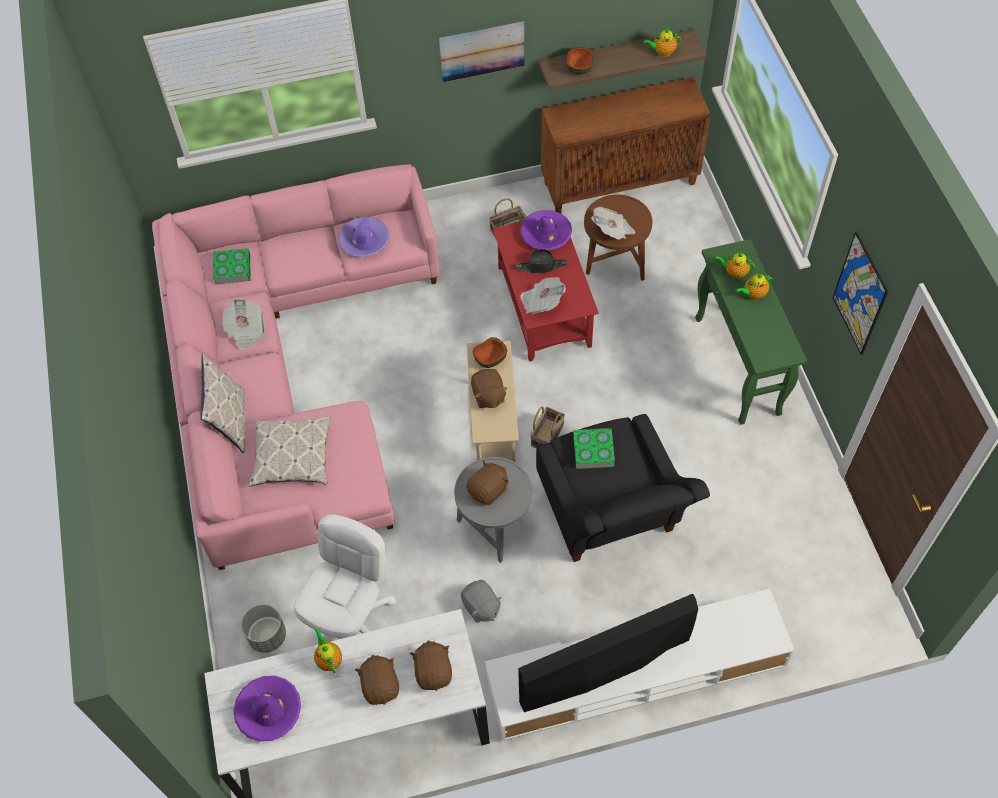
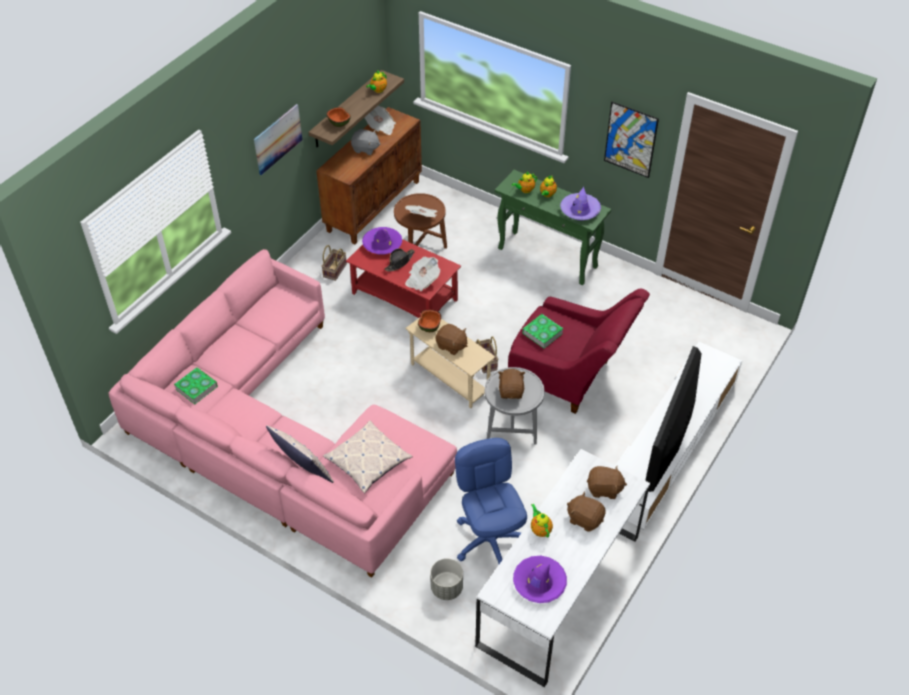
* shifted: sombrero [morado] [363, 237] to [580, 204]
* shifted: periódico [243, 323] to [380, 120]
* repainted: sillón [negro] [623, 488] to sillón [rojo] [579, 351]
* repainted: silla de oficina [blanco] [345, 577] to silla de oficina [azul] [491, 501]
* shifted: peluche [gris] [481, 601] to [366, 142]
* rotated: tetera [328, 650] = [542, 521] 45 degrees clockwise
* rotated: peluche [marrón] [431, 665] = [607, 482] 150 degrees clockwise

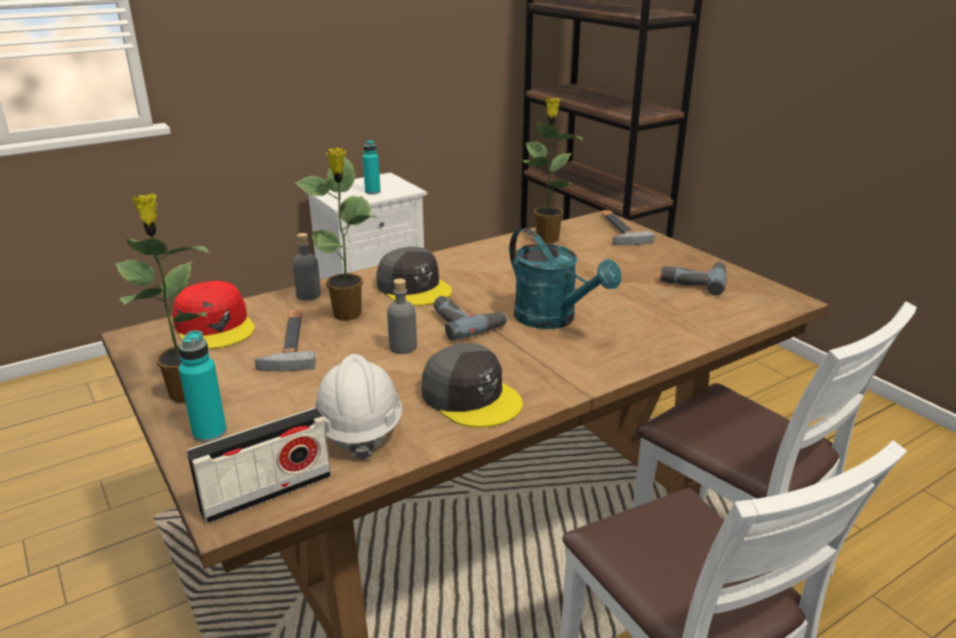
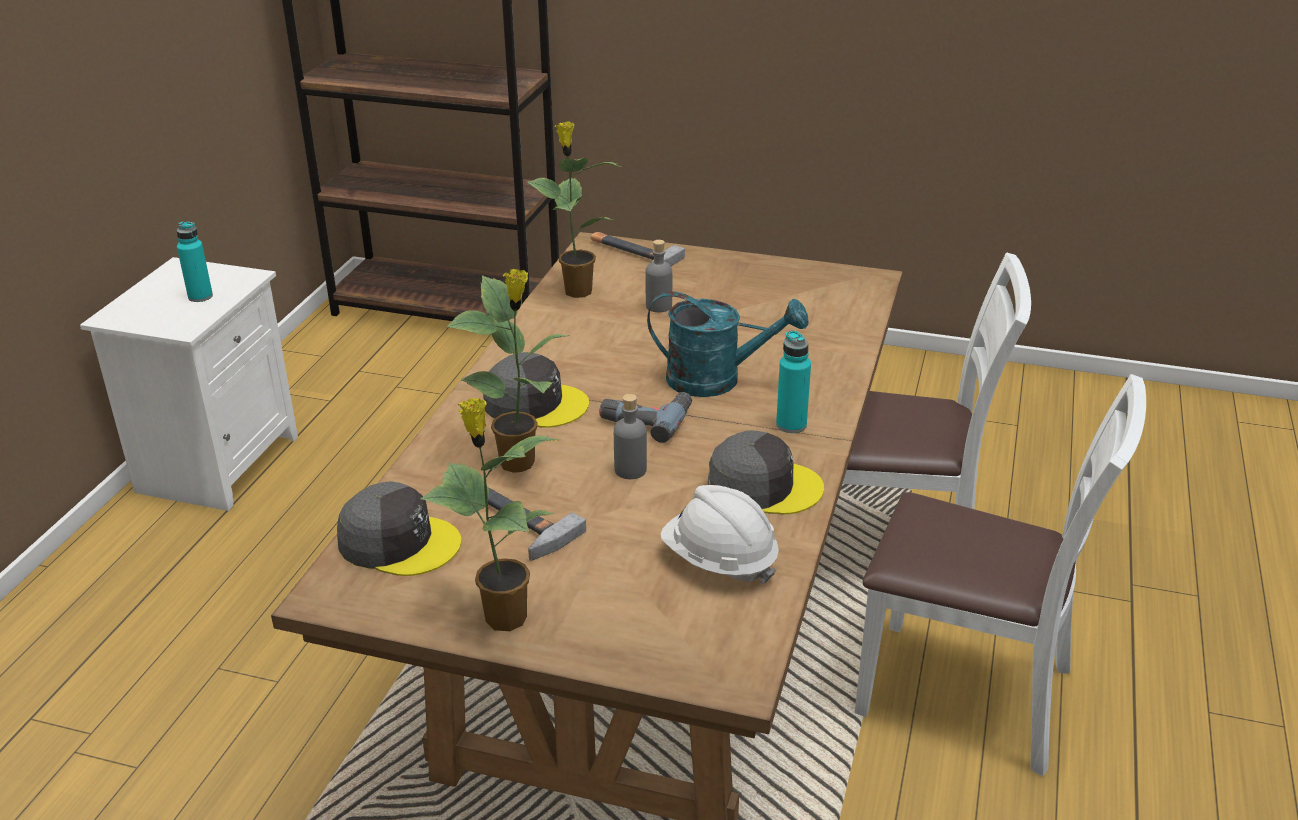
* shifted: botella [gris] [306, 267] to [658, 276]
* gone: taladro [693, 279]
* repainted: gorra [rojo] [213, 315] to gorra [gris] [399, 528]
* shifted: botella [turquesa] [203, 386] to [793, 381]
* gone: radio [259, 466]

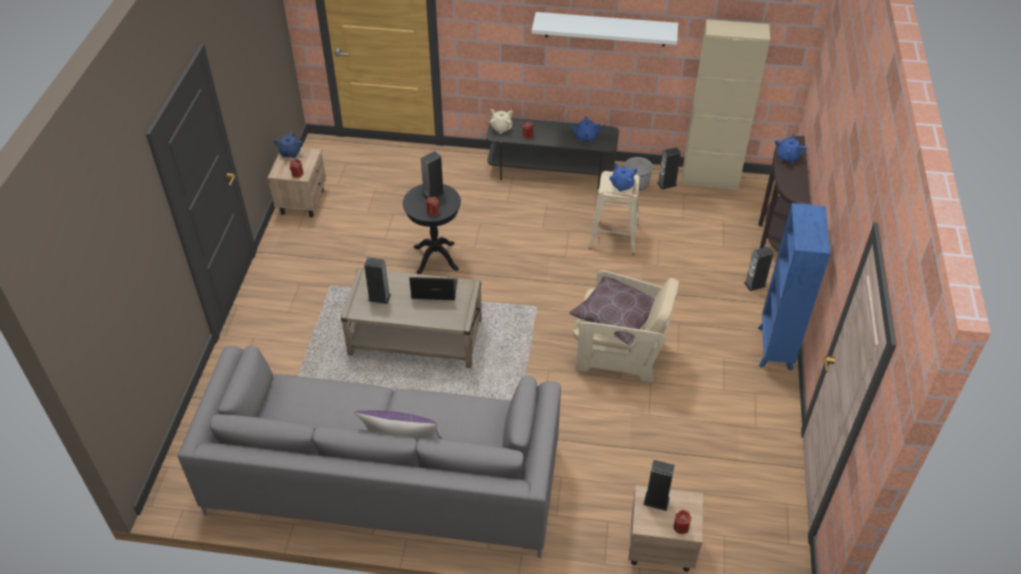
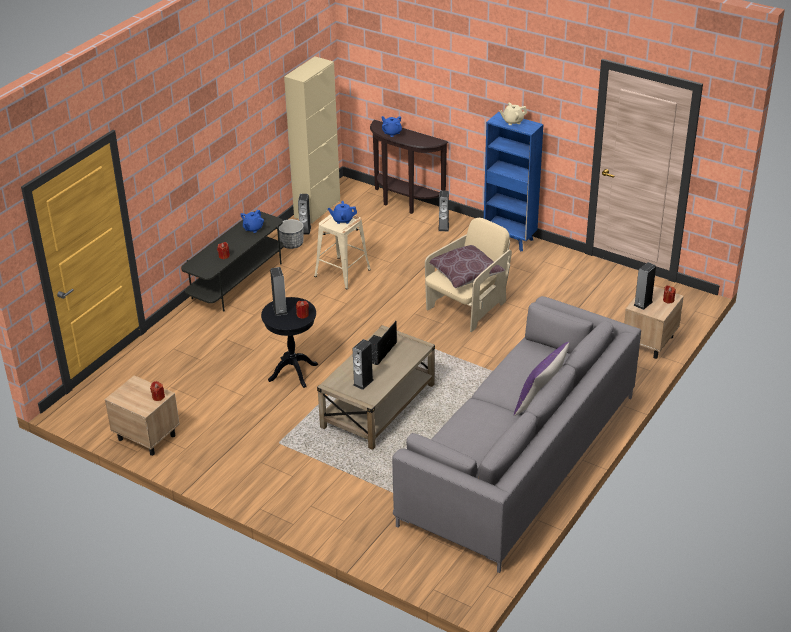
* gone: estante [blanco] [605, 29]
* shifted: tetera [beis] [501, 121] to [513, 114]
* gone: tetera [azul] [288, 145]

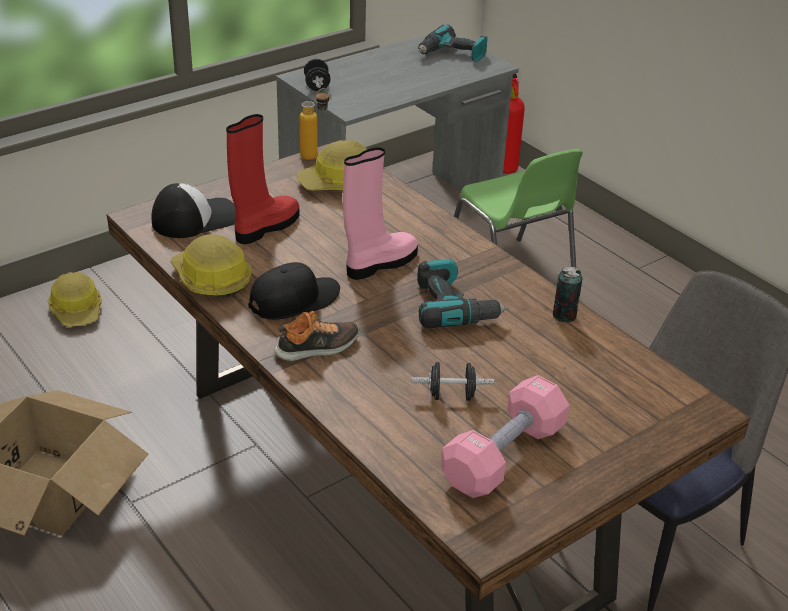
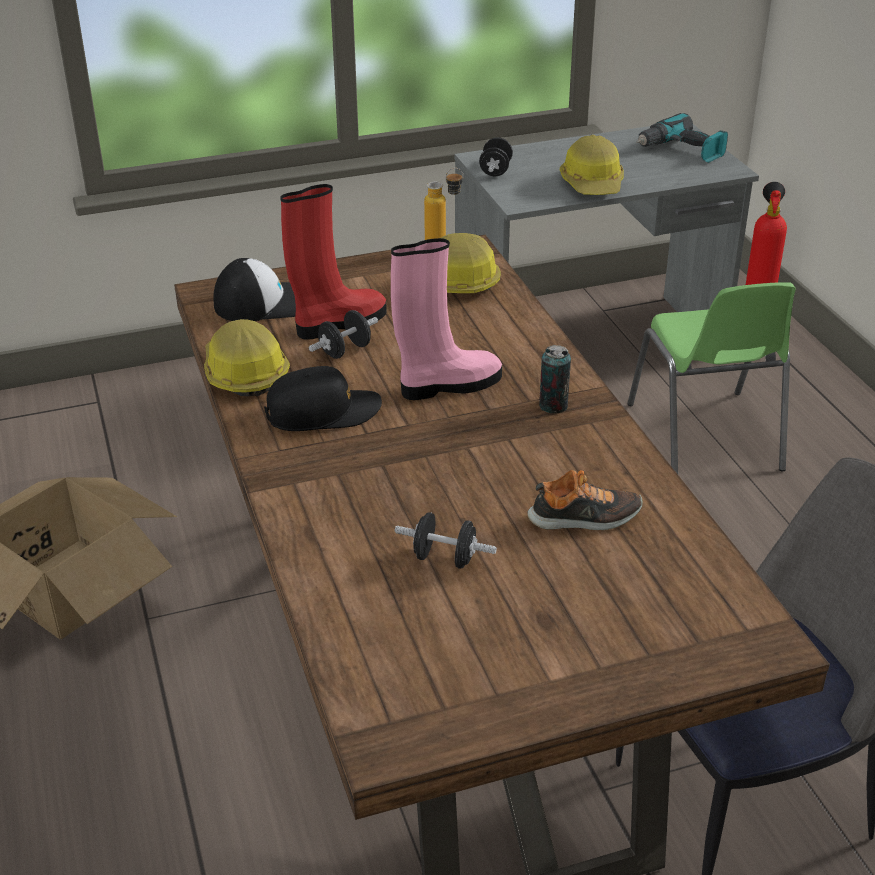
* gone: taladro [463, 293]
* shifted: lata [567, 294] to [555, 379]
* shifted: casco [74, 299] to [592, 165]
* shifted: zapato [316, 336] to [585, 500]
* gone: mancuerna [rosa] [505, 436]
* new: mancuerna [negro] [343, 334]

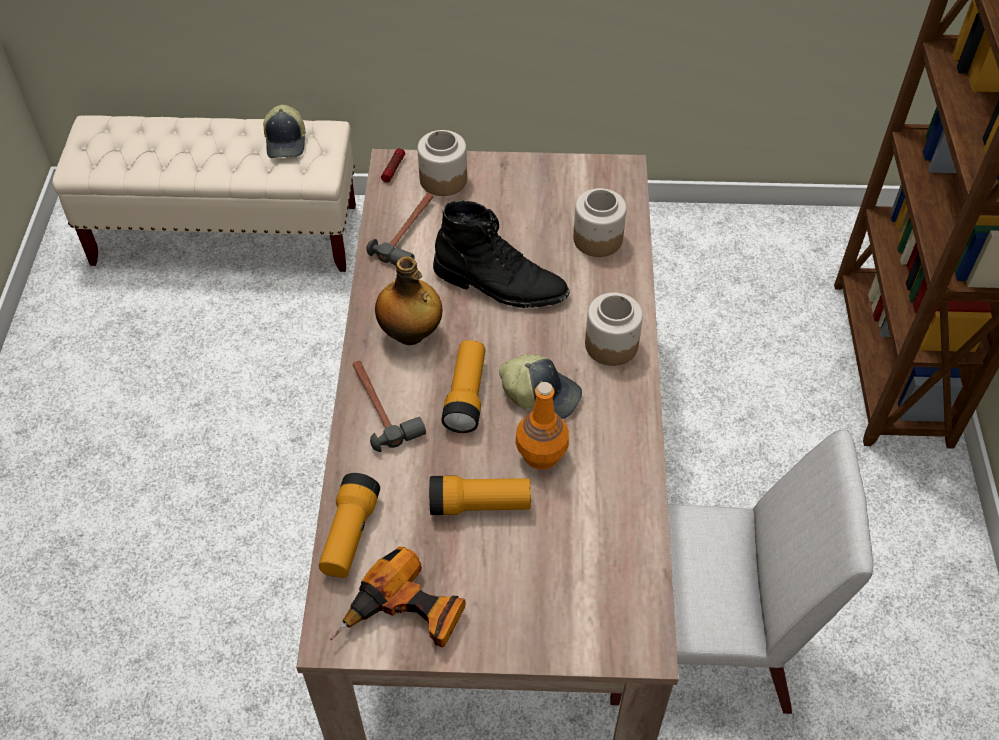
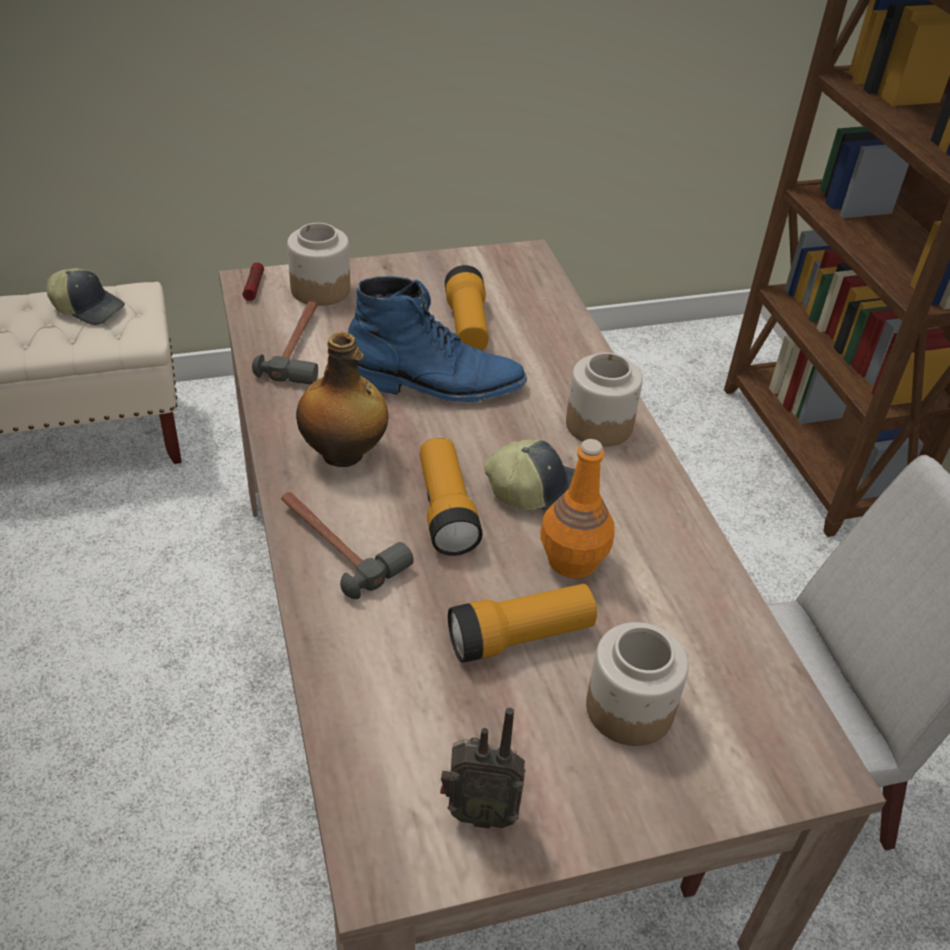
* rotated: gorra [284, 131] = [85, 296] 45 degrees counterclockwise
* shifted: tarro [600, 222] to [637, 684]
* repainted: bota [negro] [501, 254] to bota [azul] [437, 339]
* shifted: linterna [349, 525] to [466, 308]
* swapped: taladro [397, 597] to radio [483, 768]

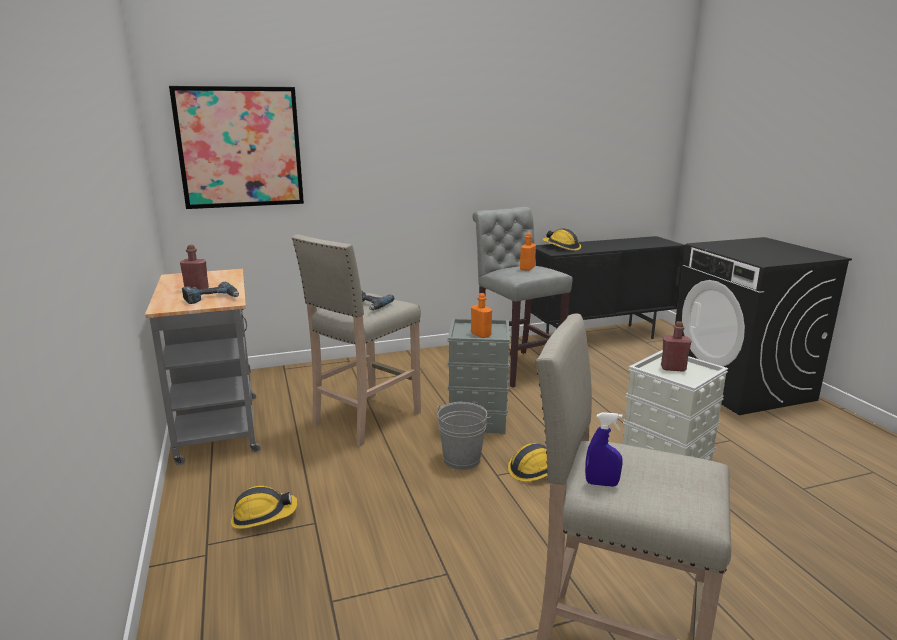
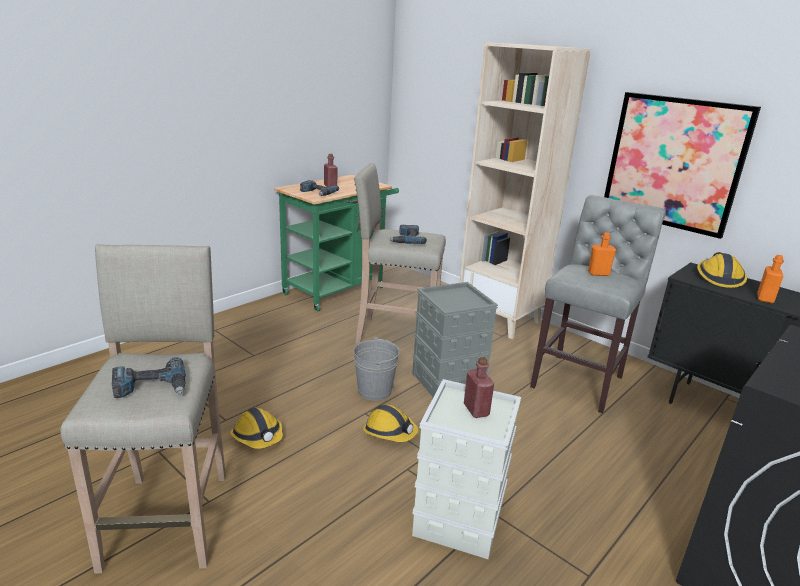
* shifted: cuadro [236, 147] to [682, 165]
* repainted: carrito [gris] [203, 367] to carrito [verde] [336, 243]
* shifted: botella [naranja] [481, 315] to [770, 279]
* gone: pulverizador [azul] [604, 449]
* shifted: casco [264, 507] to [257, 428]
* new: estantería [beis] [525, 191]
* new: taladro [149, 377]

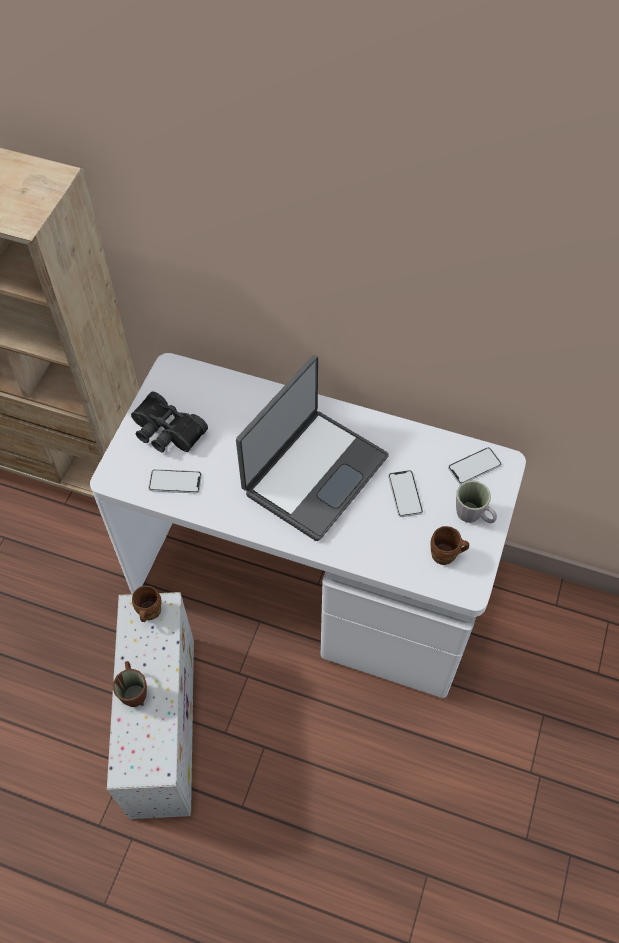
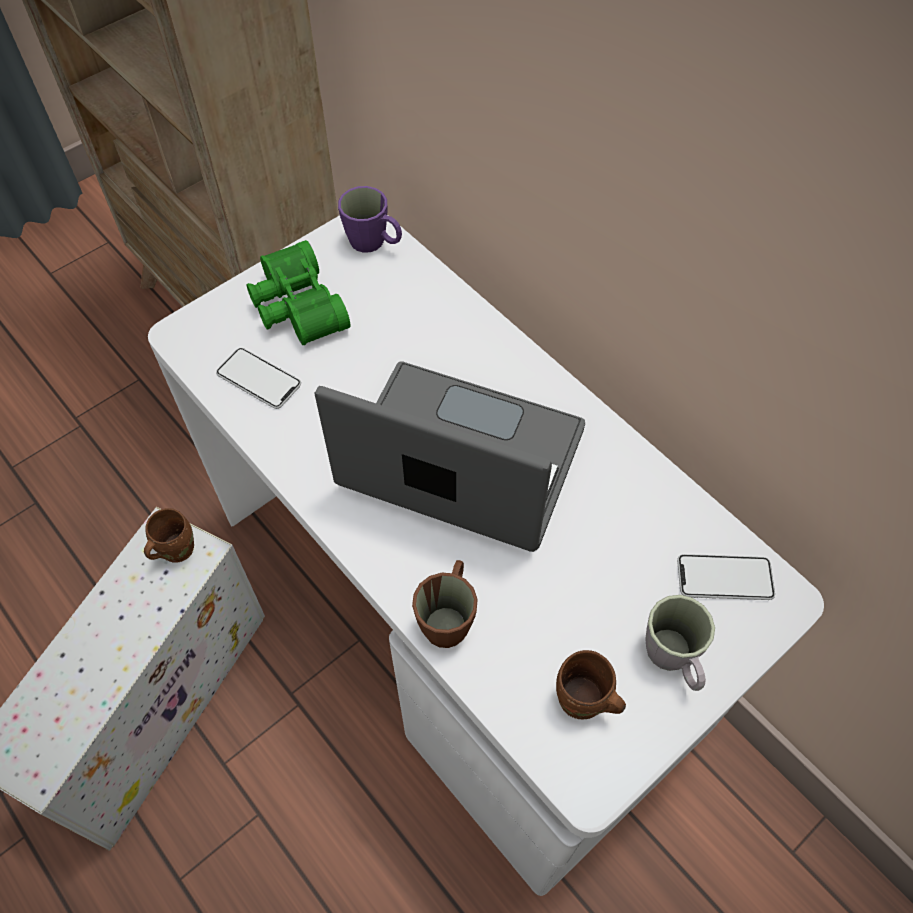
* rotated: portátil [312, 448] = [449, 456] 135 degrees counterclockwise
* repainted: prismáticos [negro] [169, 422] to prismáticos [verde] [298, 293]
* gone: móvil [405, 493]
* shifted: taza grande [marrón] [130, 684] to [445, 604]
* new: taza grande [morado] [370, 219]

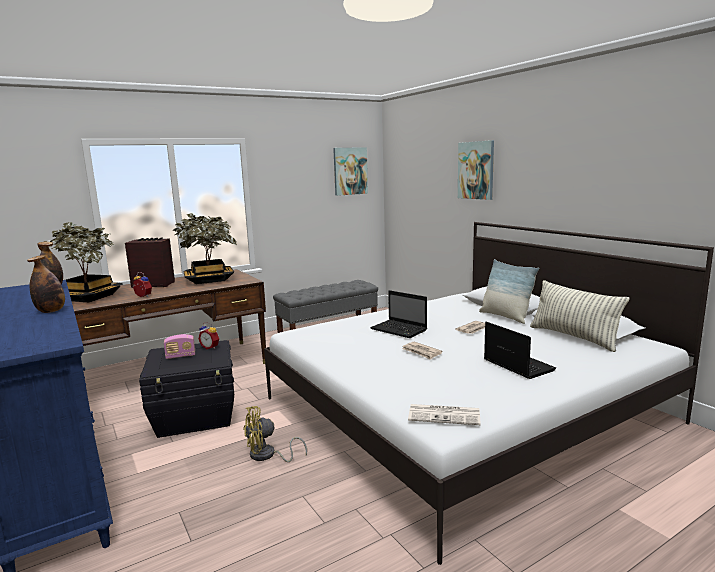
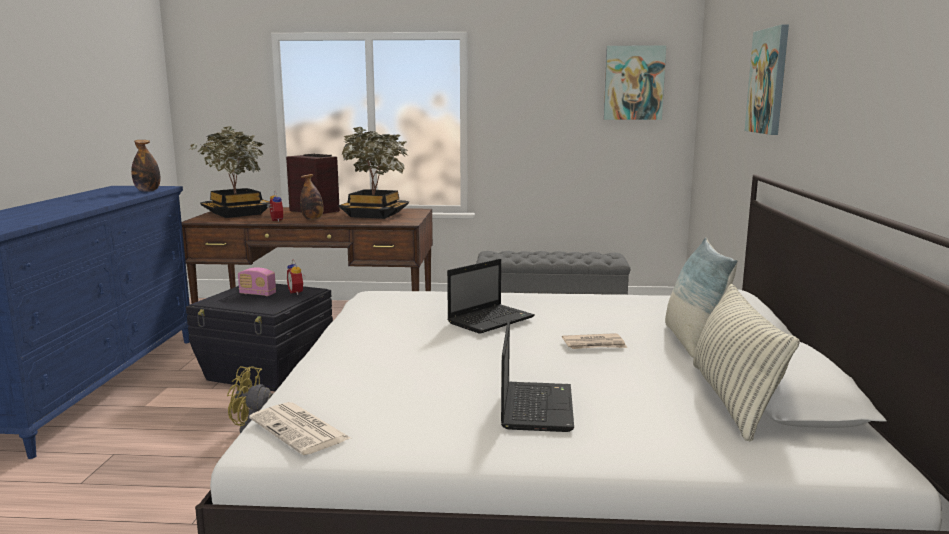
* shifted: botella [46, 284] to [312, 197]
* rotated: portátil [398, 314] = [491, 296] 120 degrees counterclockwise
* gone: periódico [422, 351]

